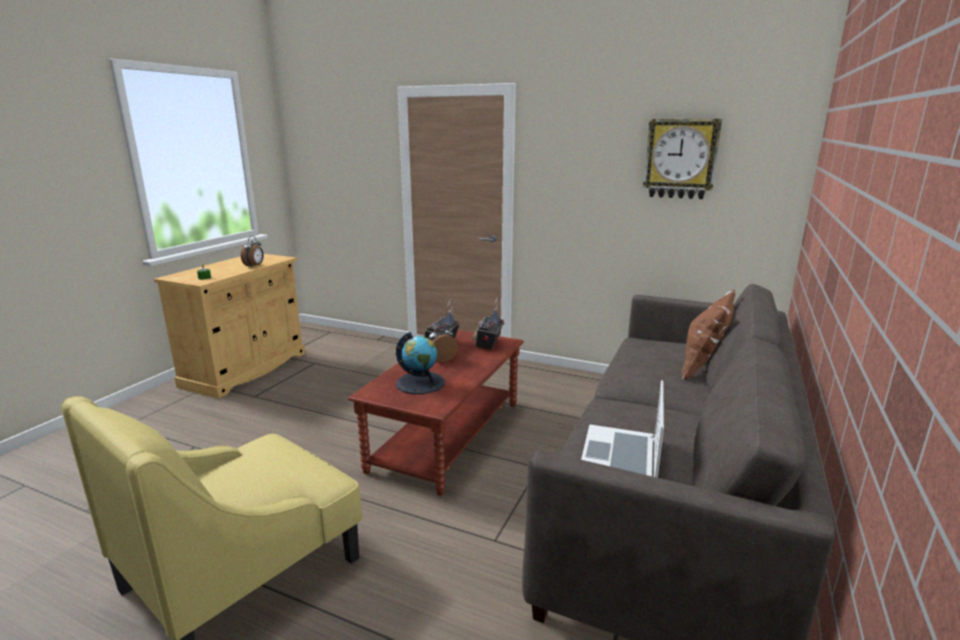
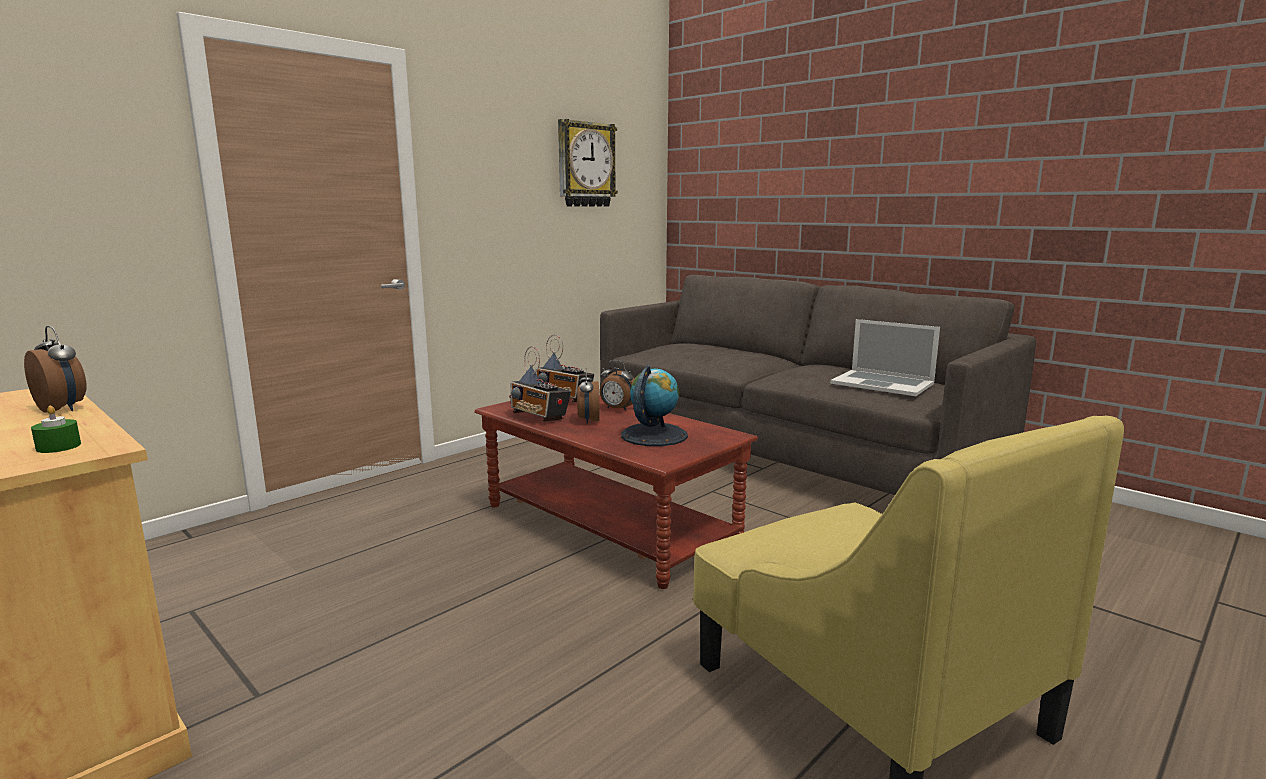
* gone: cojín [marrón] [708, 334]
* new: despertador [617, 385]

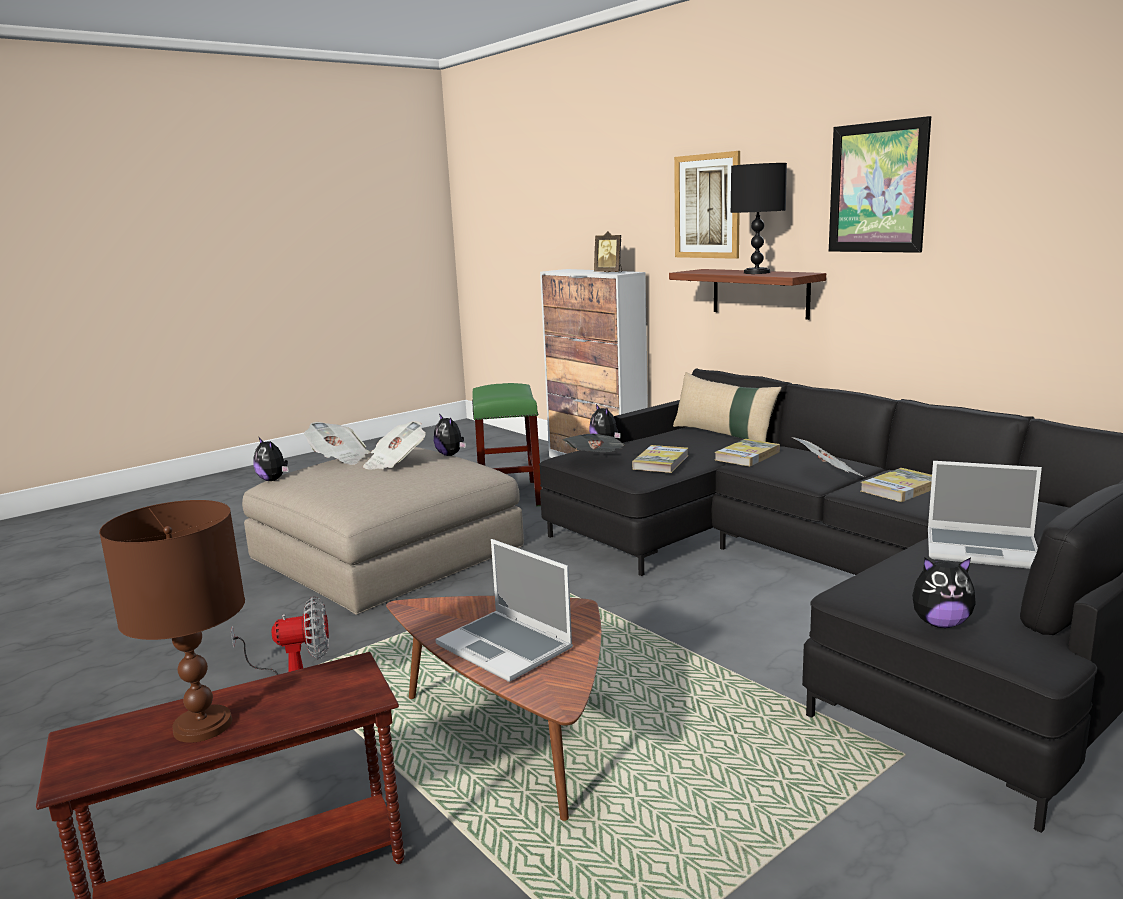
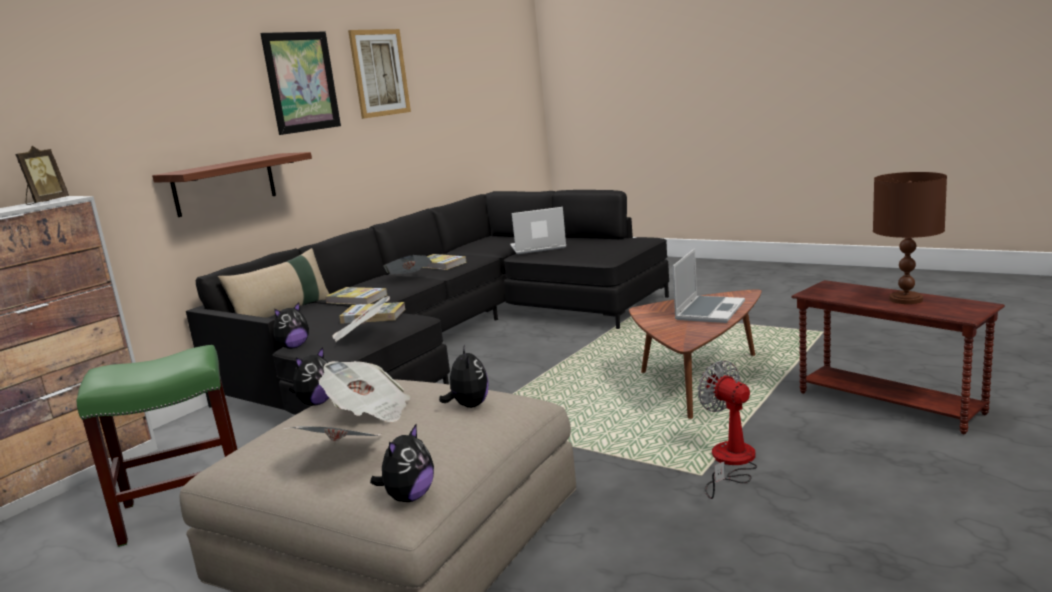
* shifted: cuadro [707, 205] to [379, 74]
* gone: lámpara de mesa [negro] [758, 218]
* rotated: portátil [985, 515] = [538, 230] 105 degrees counterclockwise
* shifted: peluche [944, 592] to [464, 376]

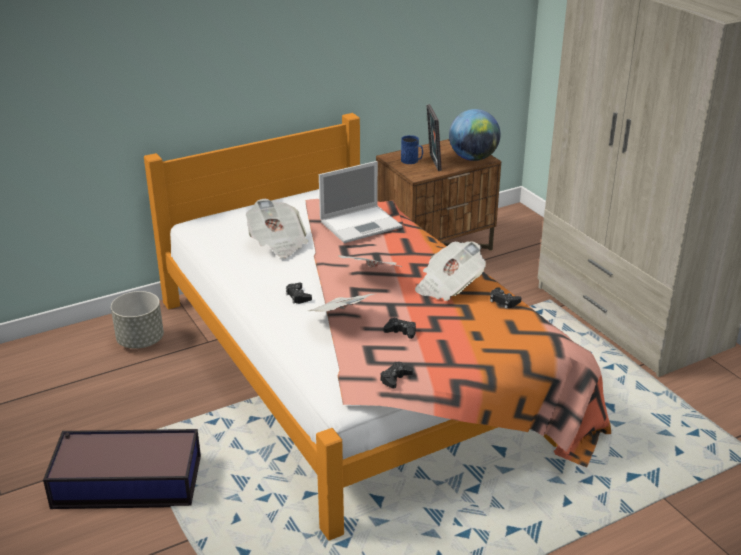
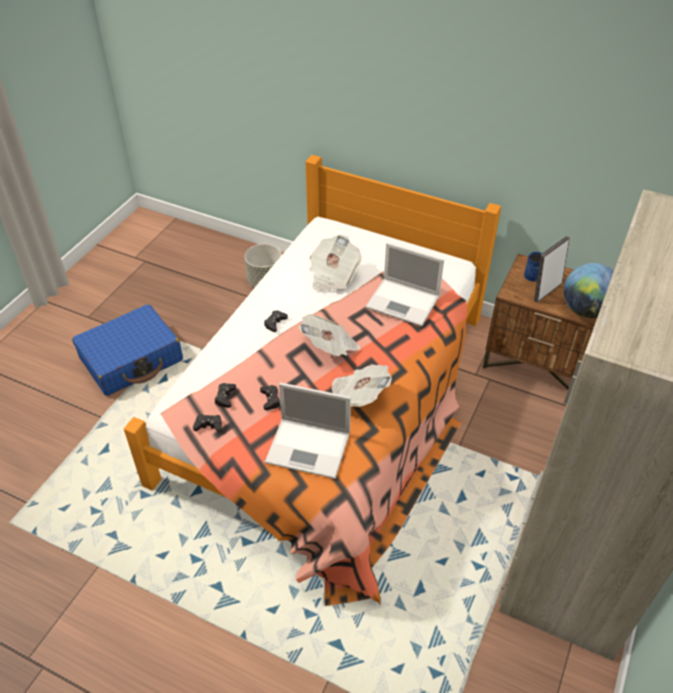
* shifted: mando de consola [negro] [505, 298] to [225, 395]
* gone: periódico [340, 303]
* swapped: caja de almacenaje [122, 469] to maleta [azul] [127, 350]
* new: portátil [308, 430]

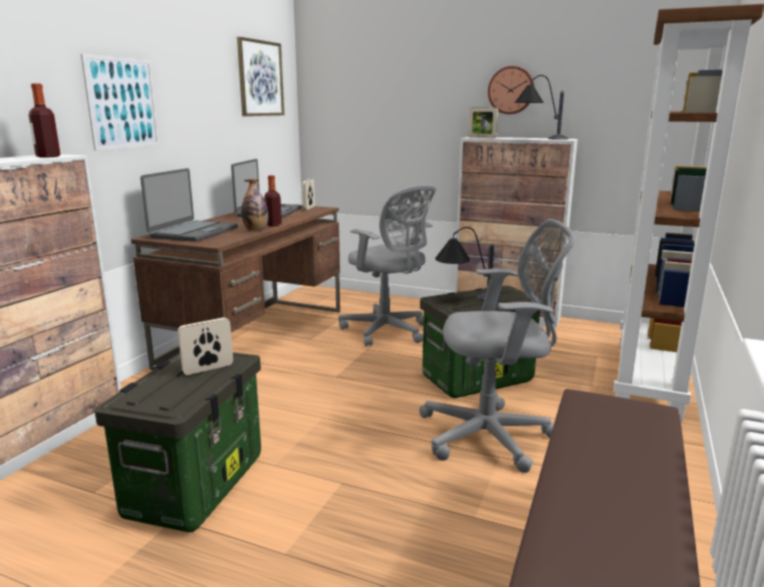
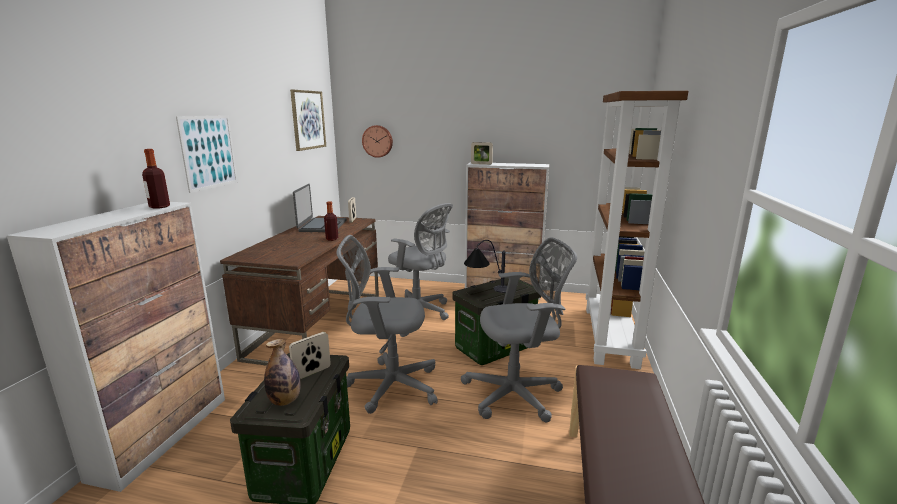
* shifted: reloj de pared [511, 90] to [377, 141]
* gone: lámpara de mesa [541, 107]
* gone: portátil [189, 205]
* shifted: botella [255, 204] to [282, 372]
* new: silla de oficina [gris] [387, 324]

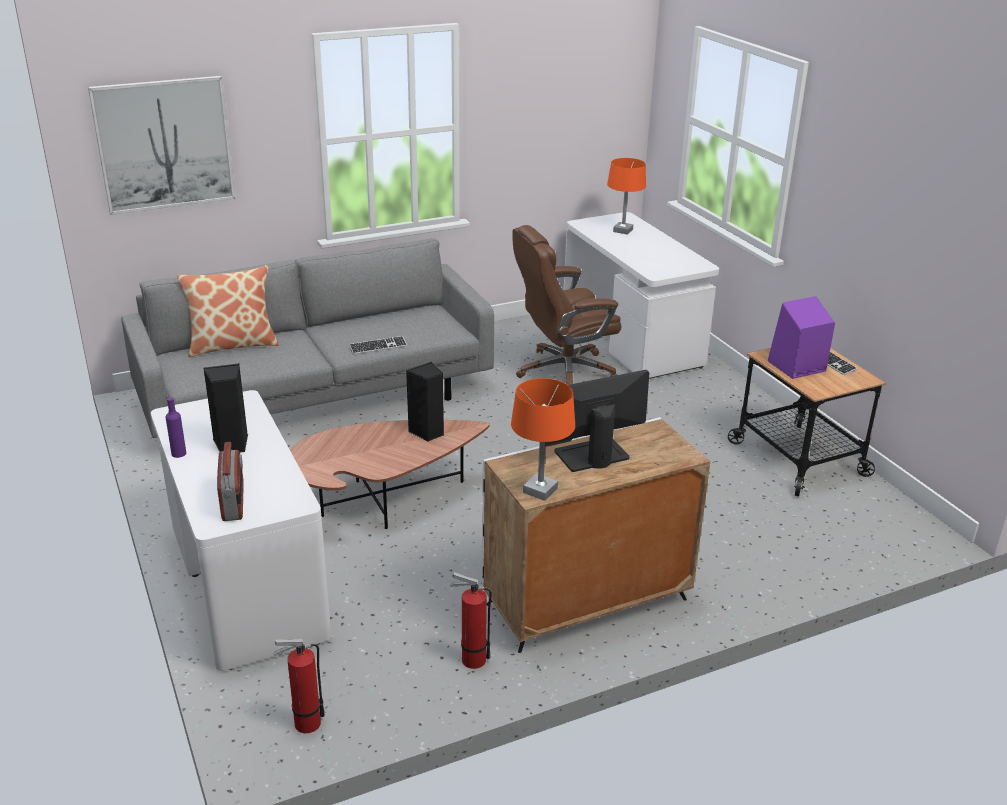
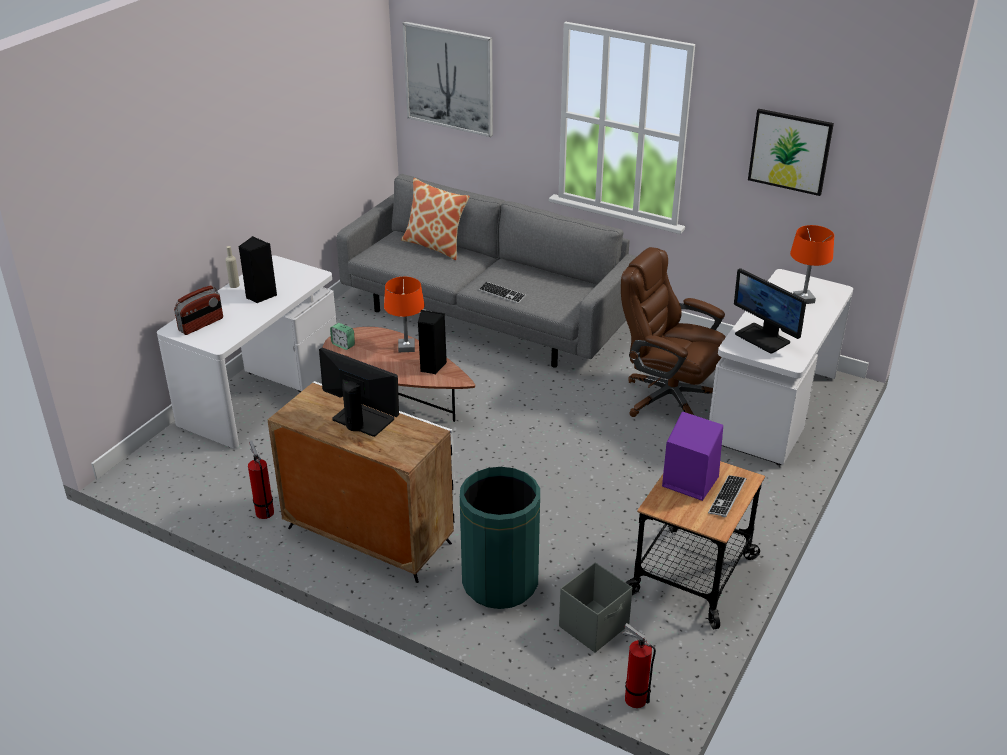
* shifted: lámpara de mesa [naranja] [543, 439] to [404, 314]
* repainted: botella [morado] [176, 427] to botella [beis] [232, 267]
* shifted: extintor [299, 686] to [639, 665]
* new: cuadro [791, 152]
* new: monitor [770, 311]
* new: despertador [342, 336]
* new: papelera [verde] [500, 538]
* new: caja de almacenaje [gris] [595, 607]

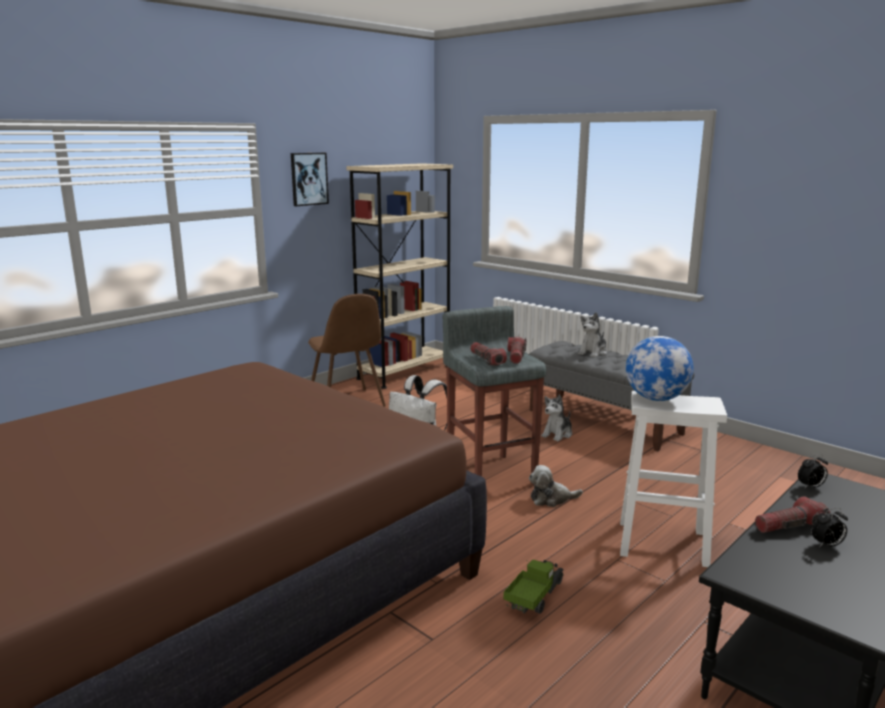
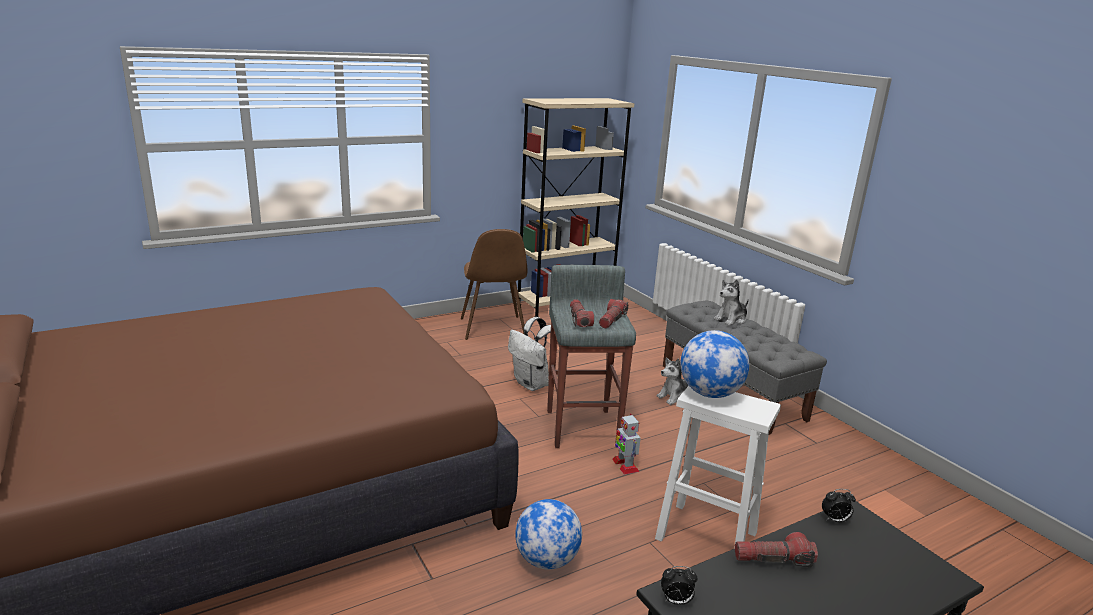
* gone: cuadro [310, 179]
* swapped: peluche [556, 486] to robot de juguete [626, 444]
* shifted: despertador [830, 528] to [679, 585]
* swapped: camión de juguete [533, 587] to globo terráqueo [548, 534]

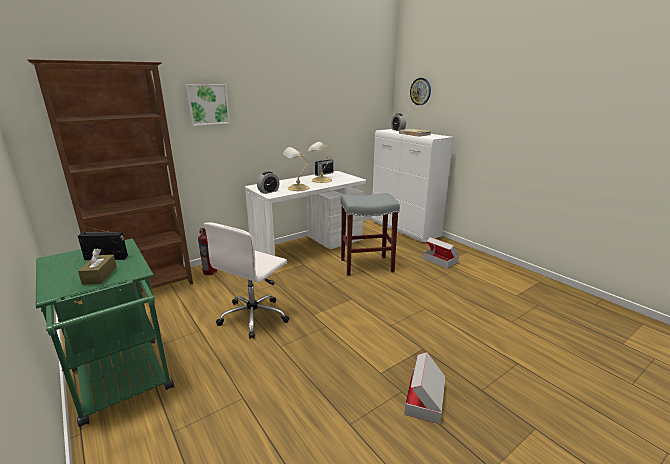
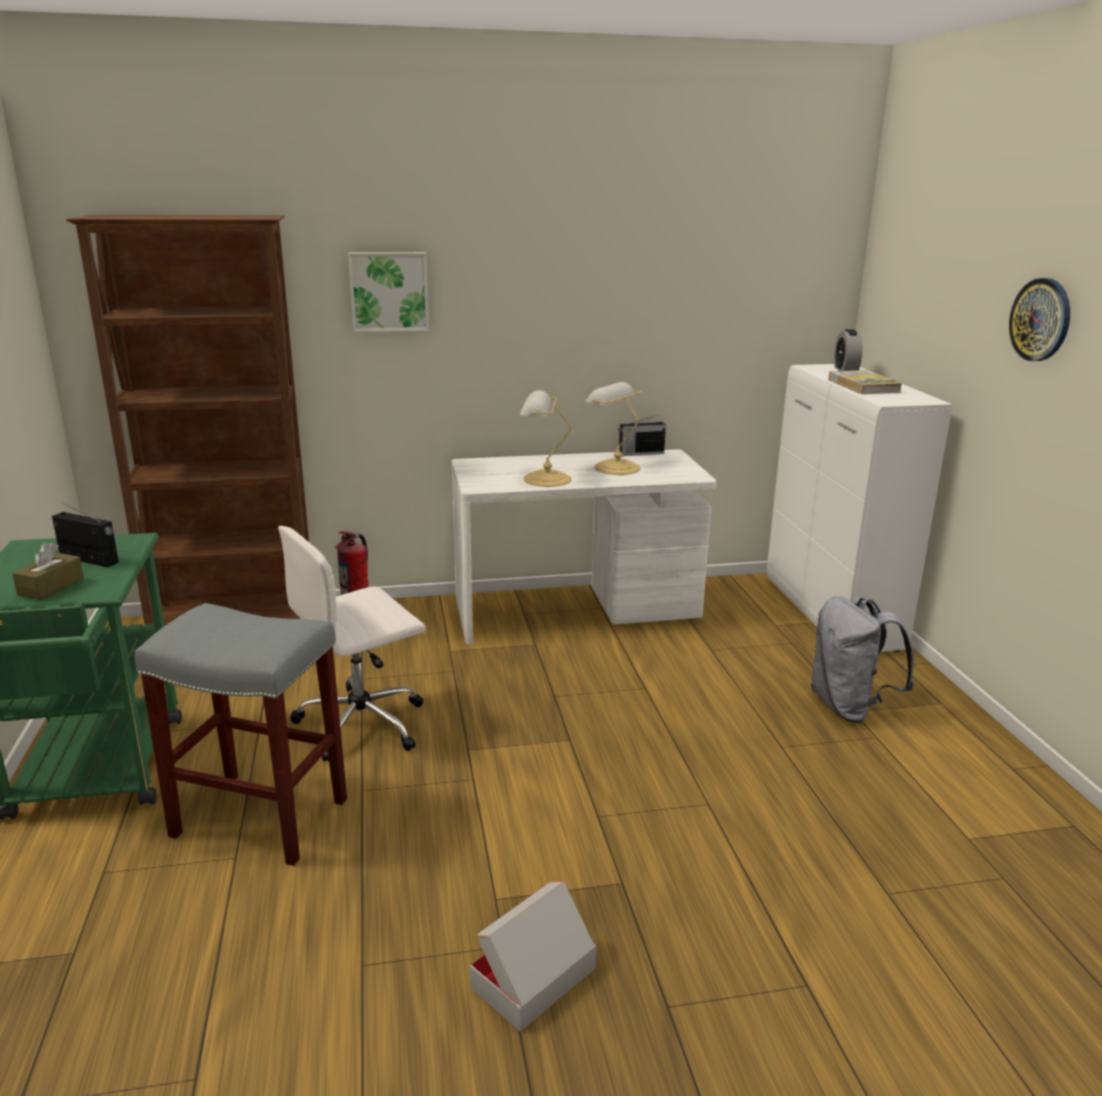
* shifted: reloj de pared [420, 91] to [1039, 319]
* gone: despertador [268, 183]
* shifted: taburete [gris] [370, 234] to [241, 734]
* swapped: caja de cartón [441, 253] to mochila [gris] [862, 659]

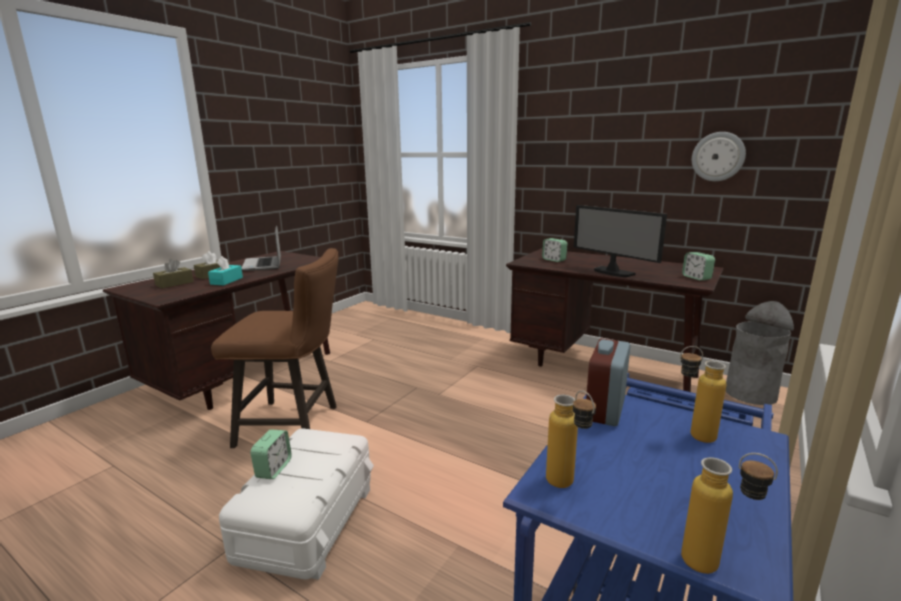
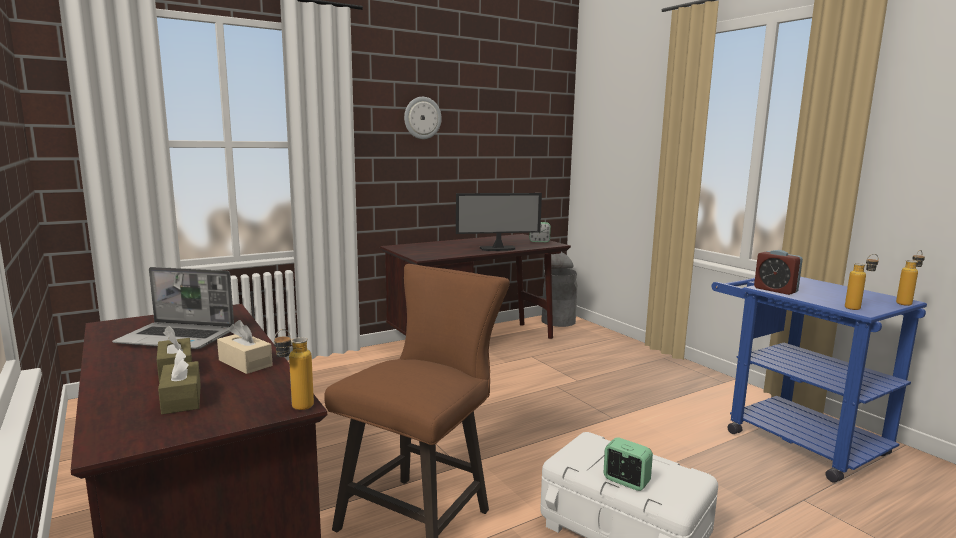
* shifted: reloj de pared [719, 156] to [423, 118]
* gone: despertador [554, 250]
* repainted: caja de pañuelos [turquesa] [225, 270] to caja de pañuelos [beis] [245, 347]
* shifted: botella [703, 394] to [294, 369]

